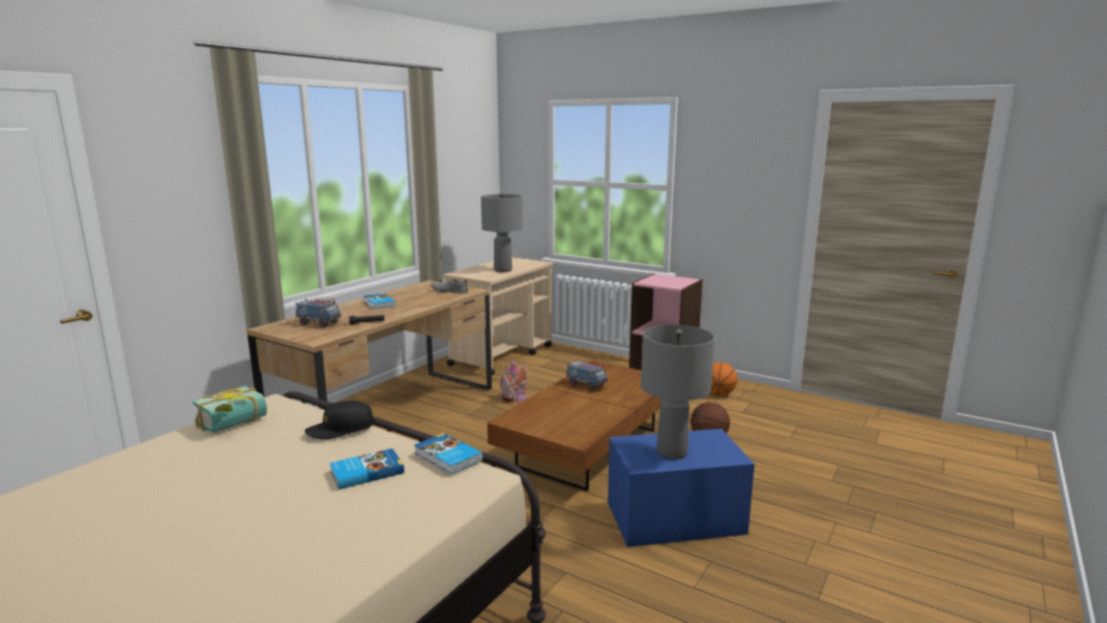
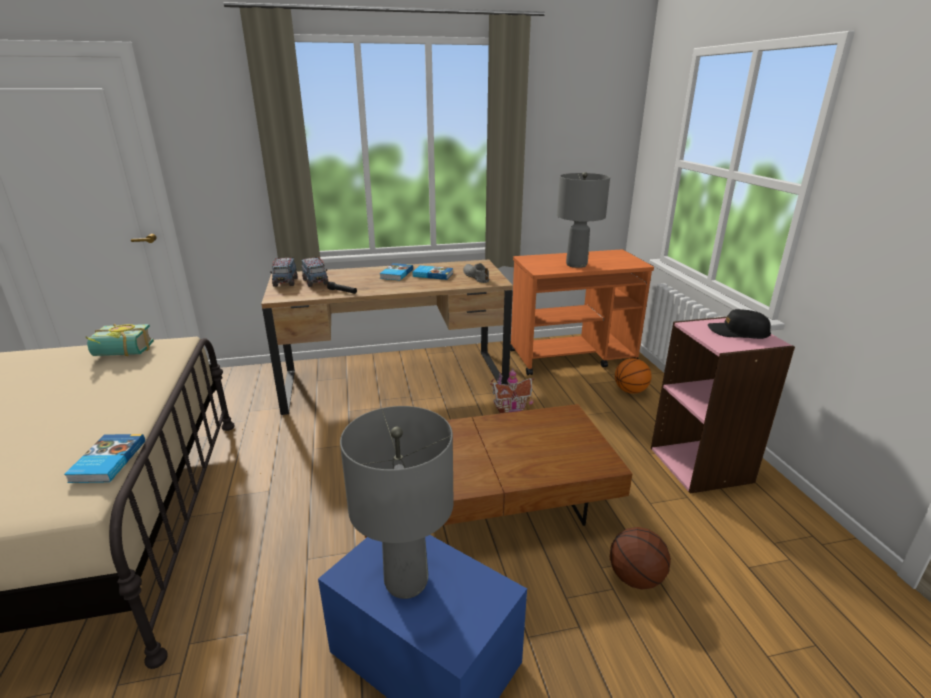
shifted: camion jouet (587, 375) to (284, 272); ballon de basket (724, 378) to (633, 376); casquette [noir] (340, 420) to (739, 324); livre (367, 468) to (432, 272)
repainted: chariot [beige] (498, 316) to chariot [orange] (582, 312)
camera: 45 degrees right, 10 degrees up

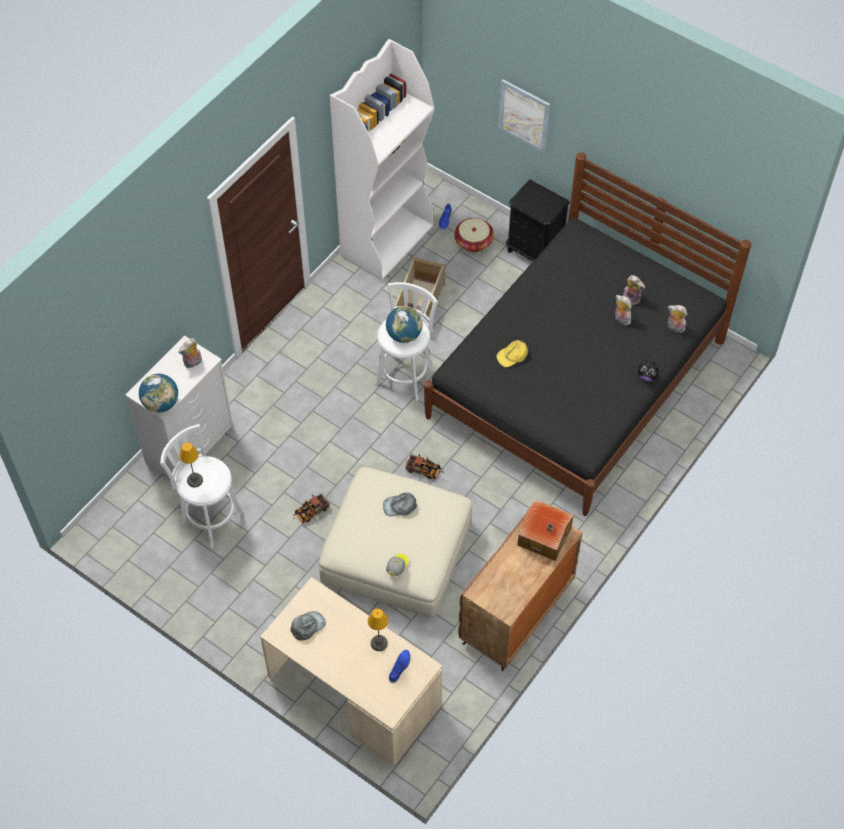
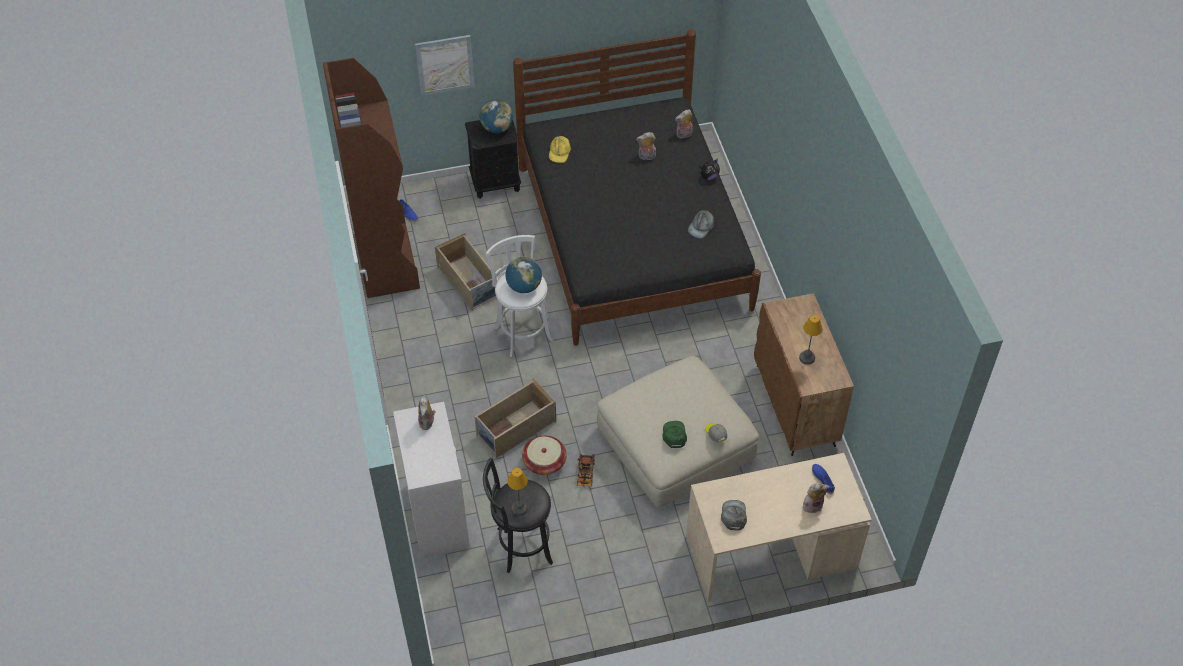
gone: camion jouet (425, 466); maison miniature (546, 530)
new: boîte de rangement [beige] (515, 418); casquette [vert] (675, 434)
shifted: panier (474, 235) to (544, 455); peluche (634, 290) to (816, 498); casquette [jaune] (512, 353) to (560, 149); globe (158, 393) to (496, 116); casquette [gris] (400, 504) to (701, 224); lampe de table (378, 629) to (810, 340)
repainted: bibliothèque [blanc] (382, 159) to bibliothèque [marron] (371, 178); tabouret [blanc] (202, 486) to tabouret [noir] (518, 515)
camera: 50 degrees left, 5 degrees down

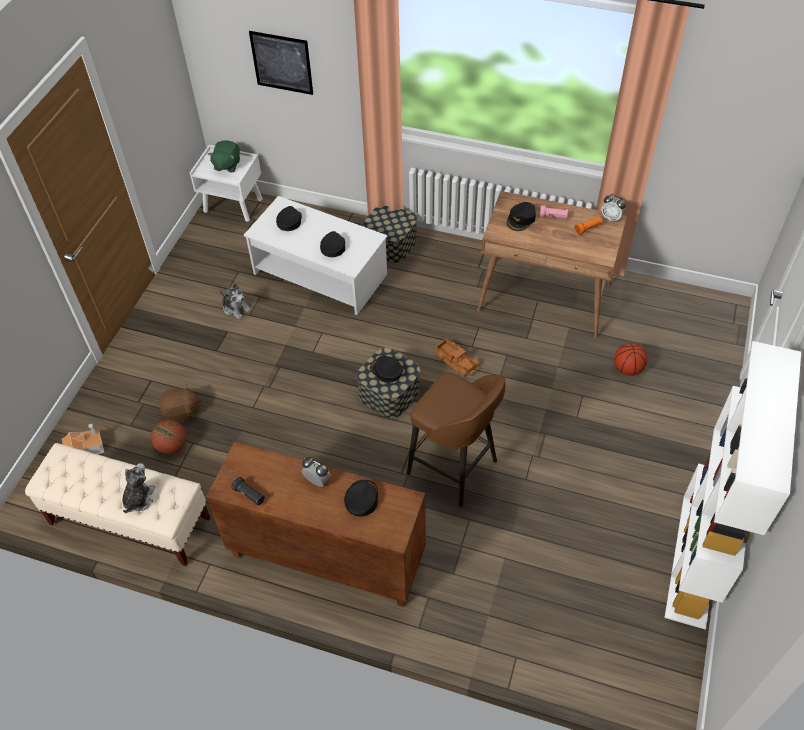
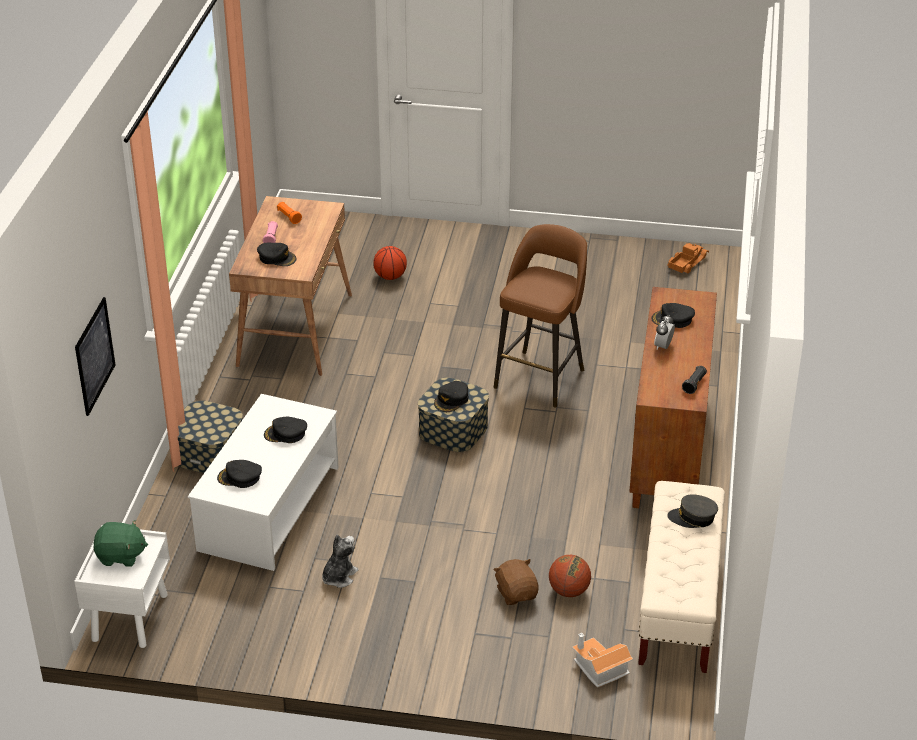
gone: réveil (614, 208); bibliothèque [blanc] (732, 485)
shifted: camion jouet (457, 358) to (688, 258)
swapped: peluche (139, 488) to casquette [gris] (692, 511)
camera: 100 degrees left, 15 degrees down

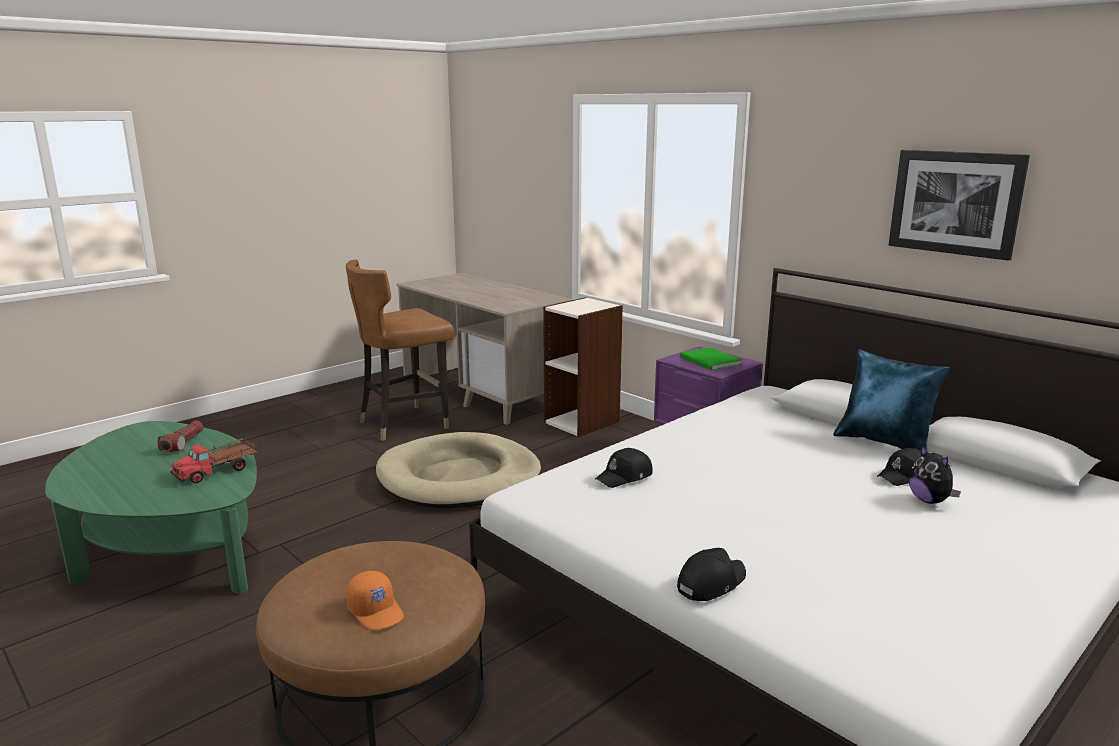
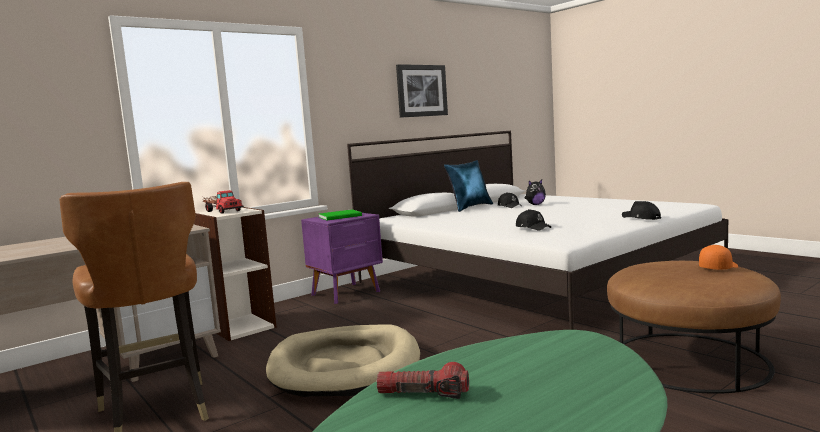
shifted: camion jouet (214, 460) to (223, 202)
camera: 85 degrees left, 10 degrees down

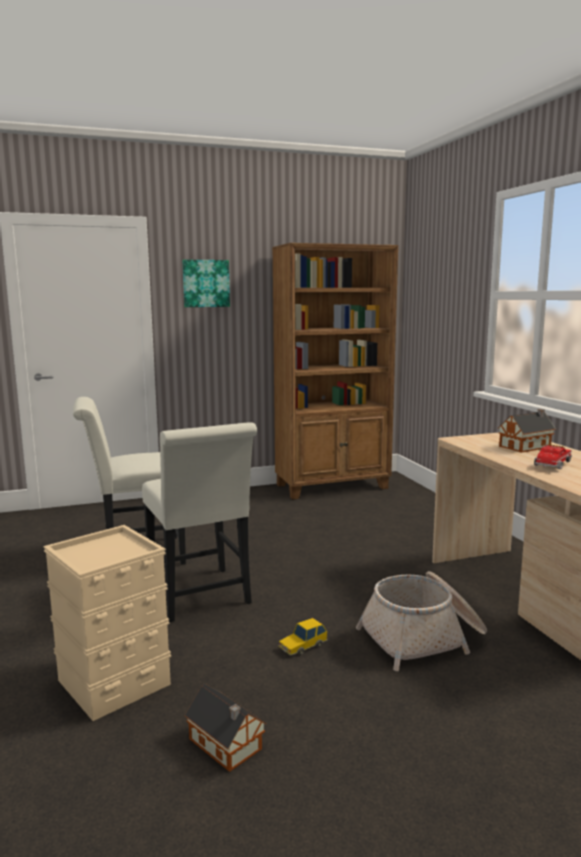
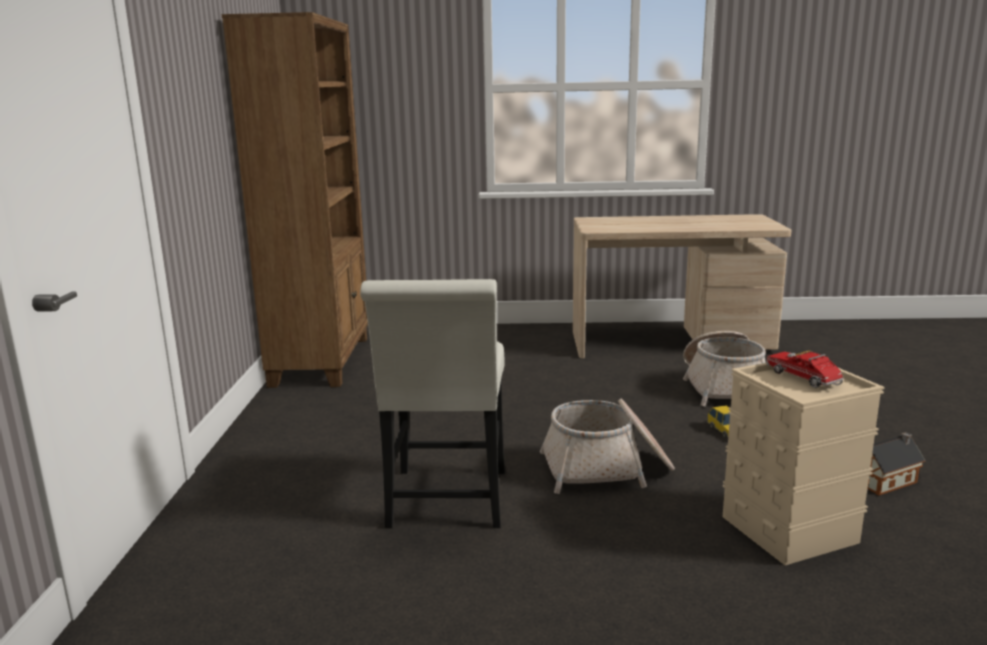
gone: tableau (206, 283); maison miniature (527, 431)
shifted: camion jouet (553, 456) to (805, 369)
swapped: chaise [blanc] (199, 522) to panier (607, 446)
camera: 70 degrees left, 5 degrees up

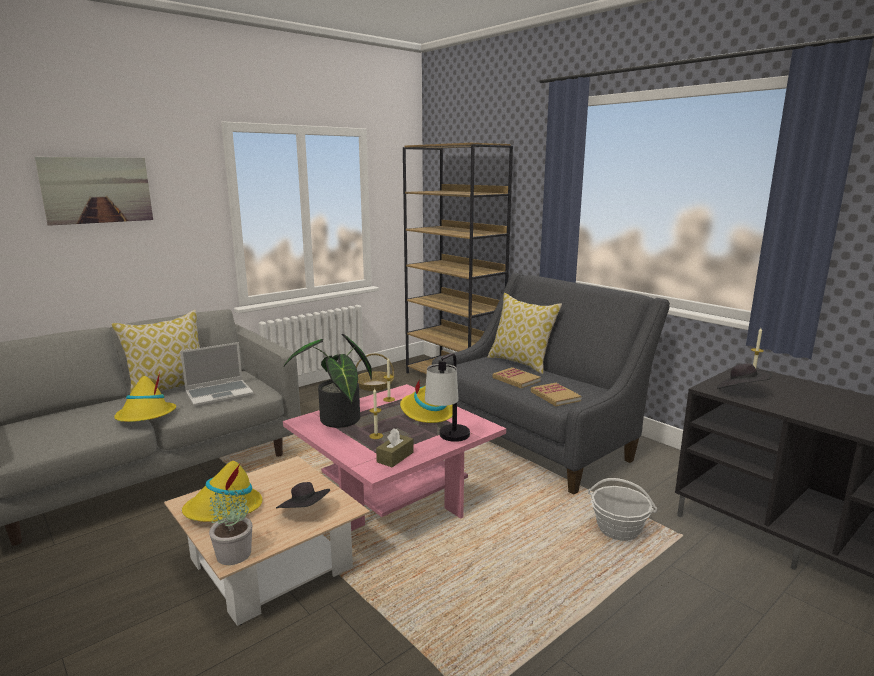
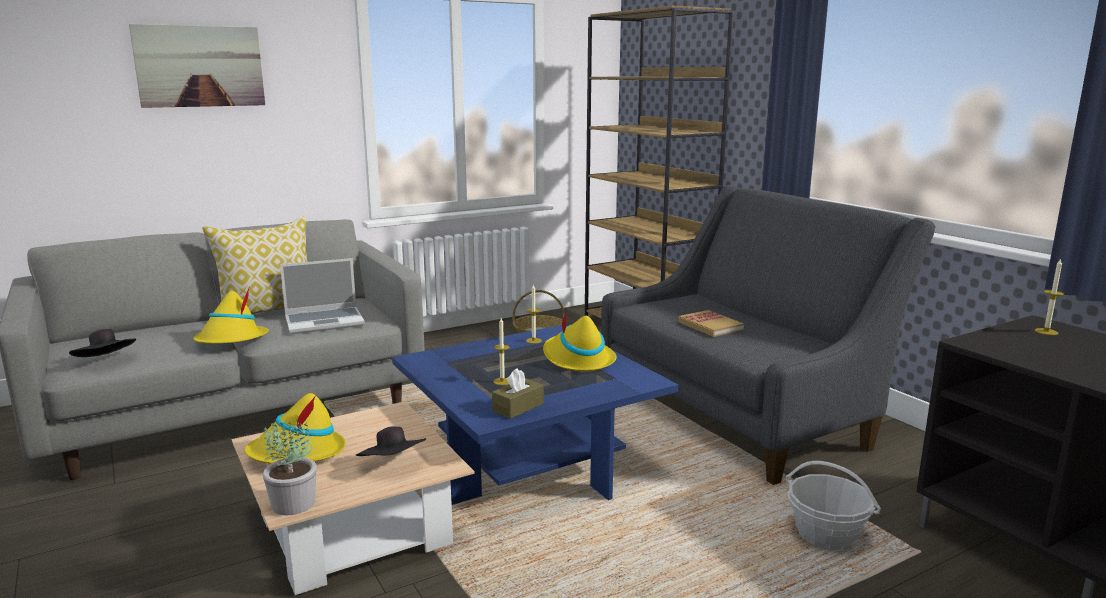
gone: coussin (525, 333); plante en pot (327, 381); lampe de table (447, 397); livre (556, 394)
shifted: chapeau [noir] (744, 376) to (102, 343)
repainted: table basse [rose] (394, 457) to table basse [bleu] (535, 415)
camera: 10 degrees right, 0 degrees up

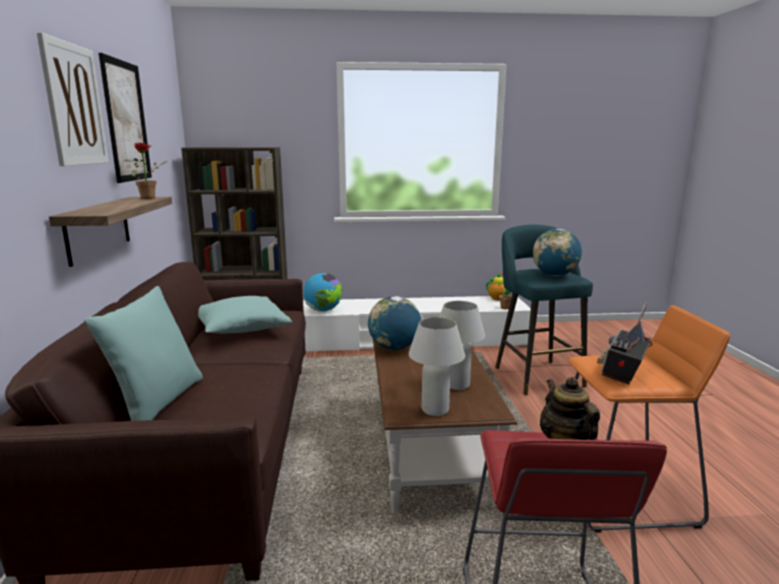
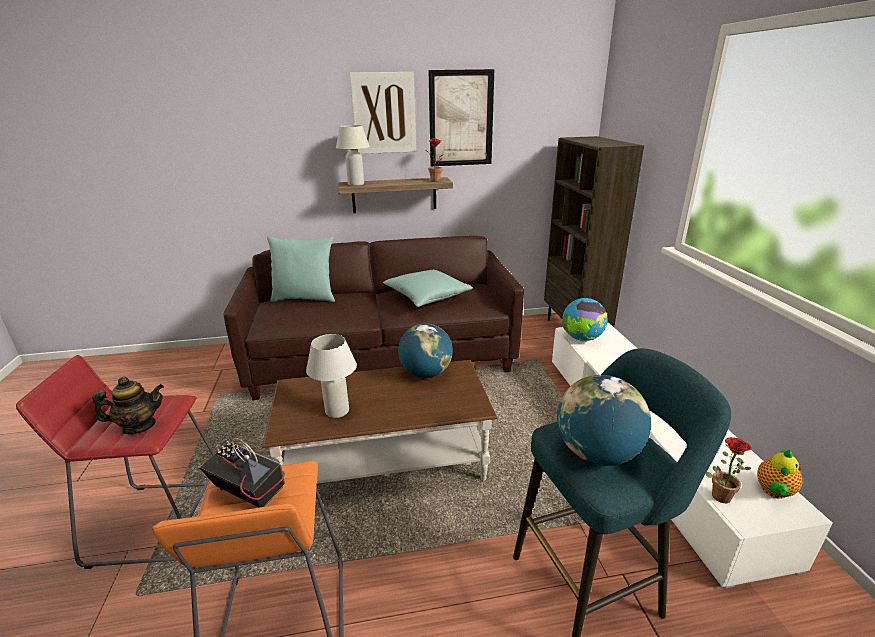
shifted: lampe de table [blanc] (437, 366) to (353, 155)
camera: 85 degrees right, 10 degrees up

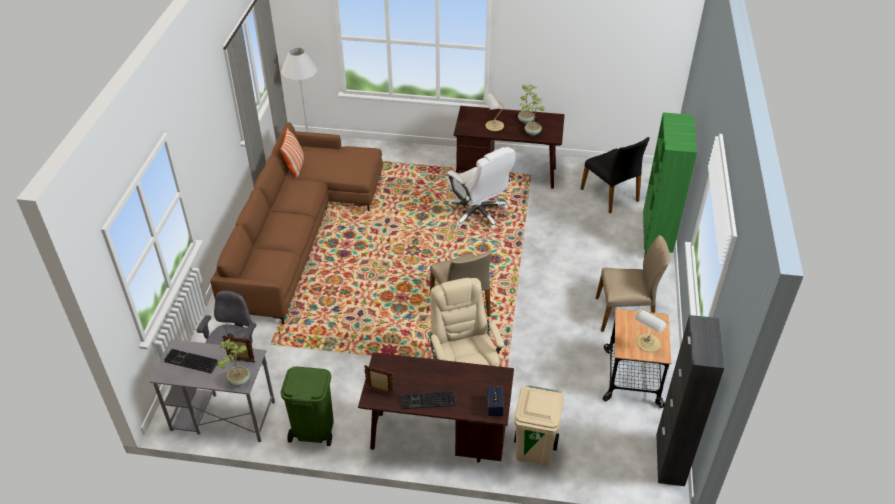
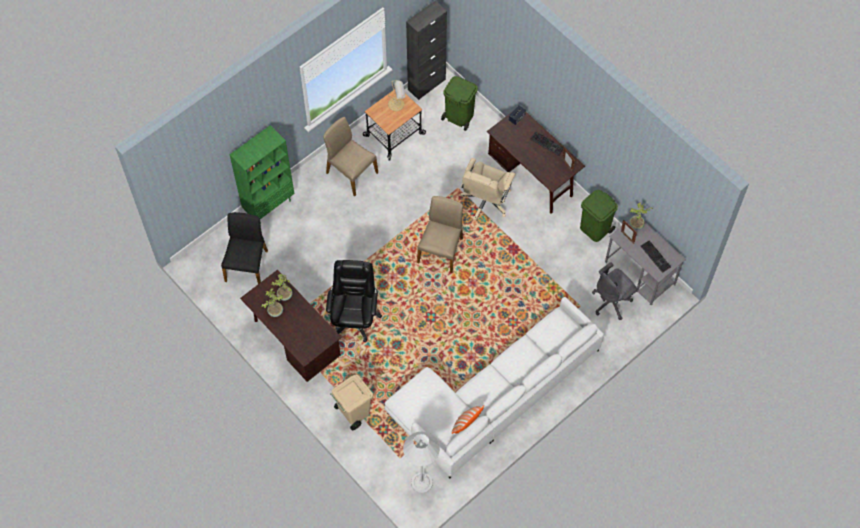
gone: lampe de table (493, 112)
new: poubelle [vert] (459, 103)
shifted: poubelle [beige] (539, 425) to (351, 403)
repainted: canapé [marron] (297, 223) to canapé [blanc] (494, 388); chaise de bureau [blanc] (481, 188) to chaise de bureau [noir] (354, 301)
camera: 140 degrees left, 20 degrees up

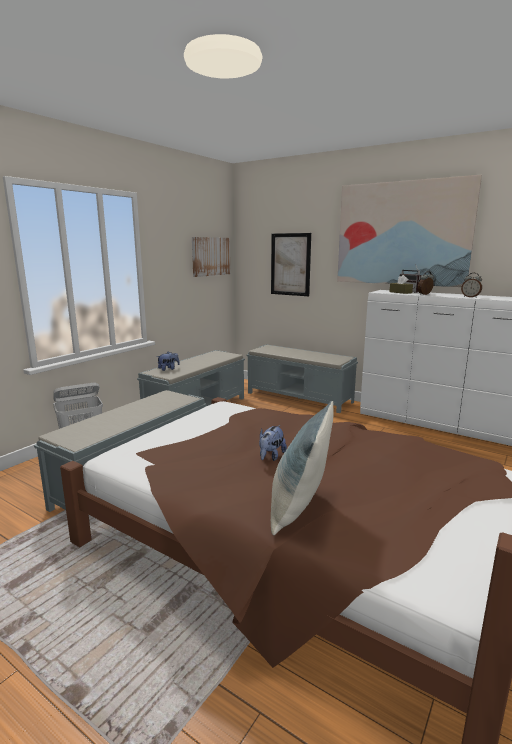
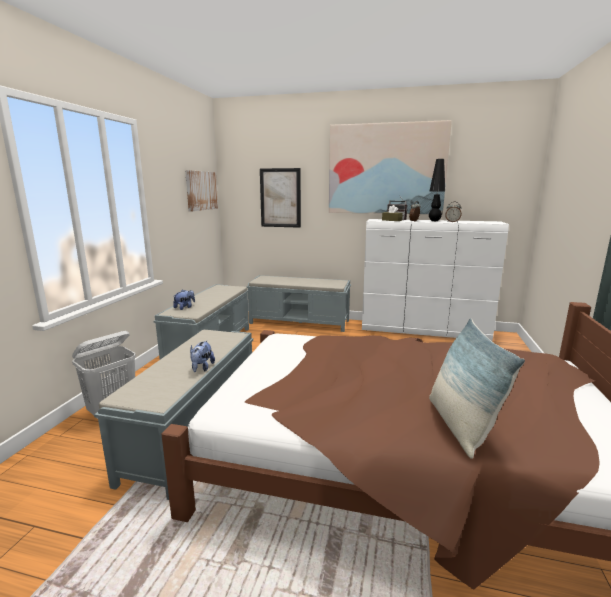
new: lampe de table [noir] (437, 190)
shifted: peluche (273, 443) to (202, 356)
camera: 20 degrees left, 0 degrees up

